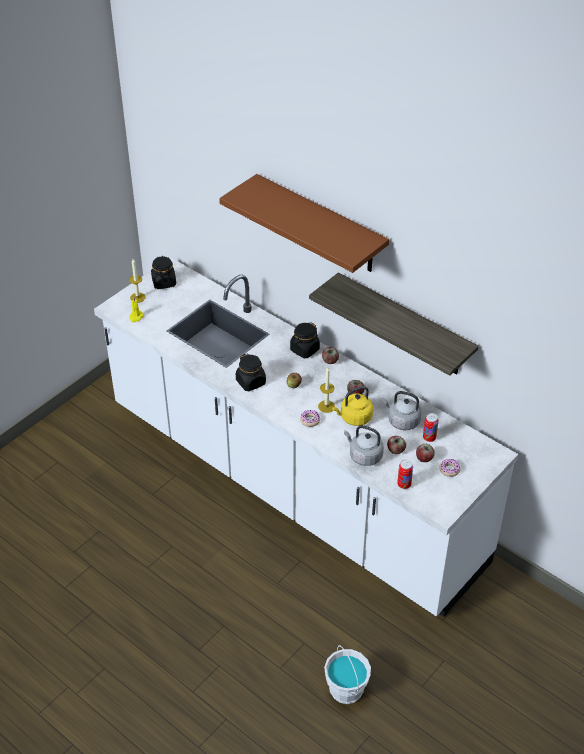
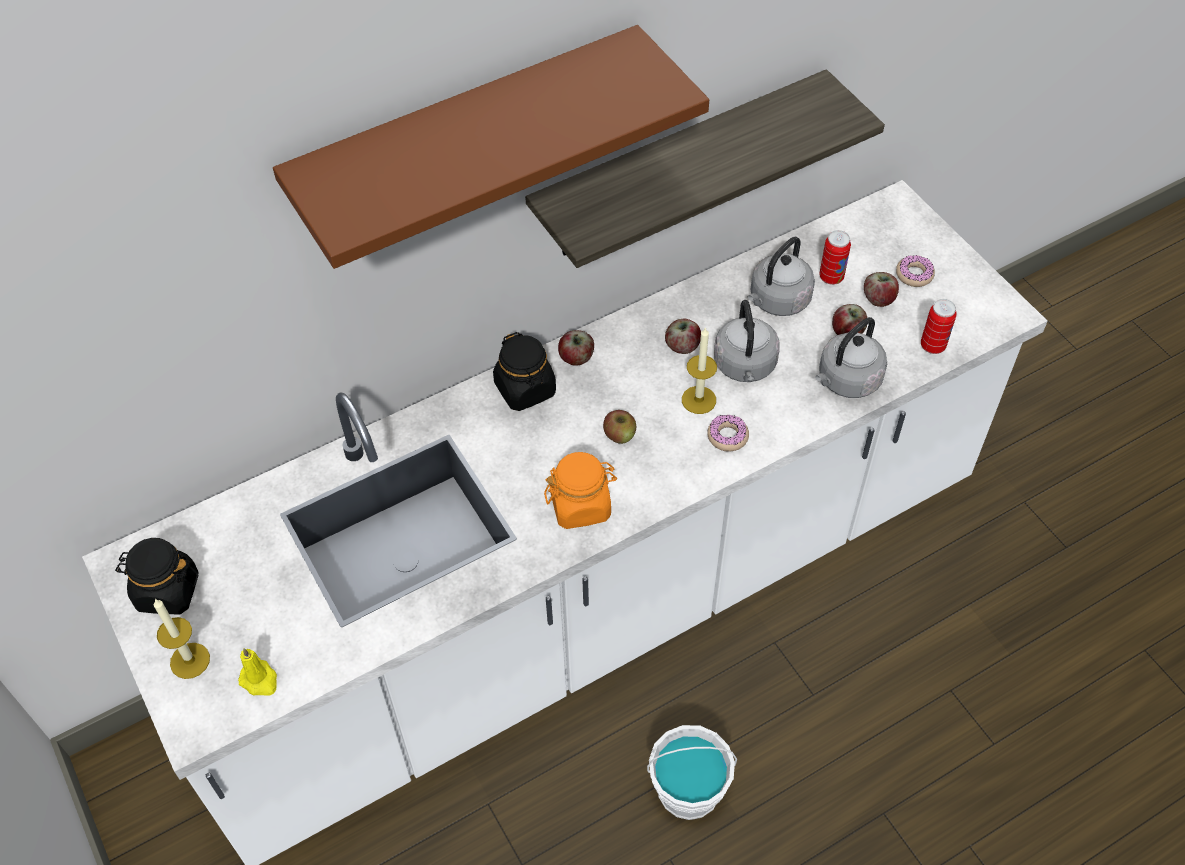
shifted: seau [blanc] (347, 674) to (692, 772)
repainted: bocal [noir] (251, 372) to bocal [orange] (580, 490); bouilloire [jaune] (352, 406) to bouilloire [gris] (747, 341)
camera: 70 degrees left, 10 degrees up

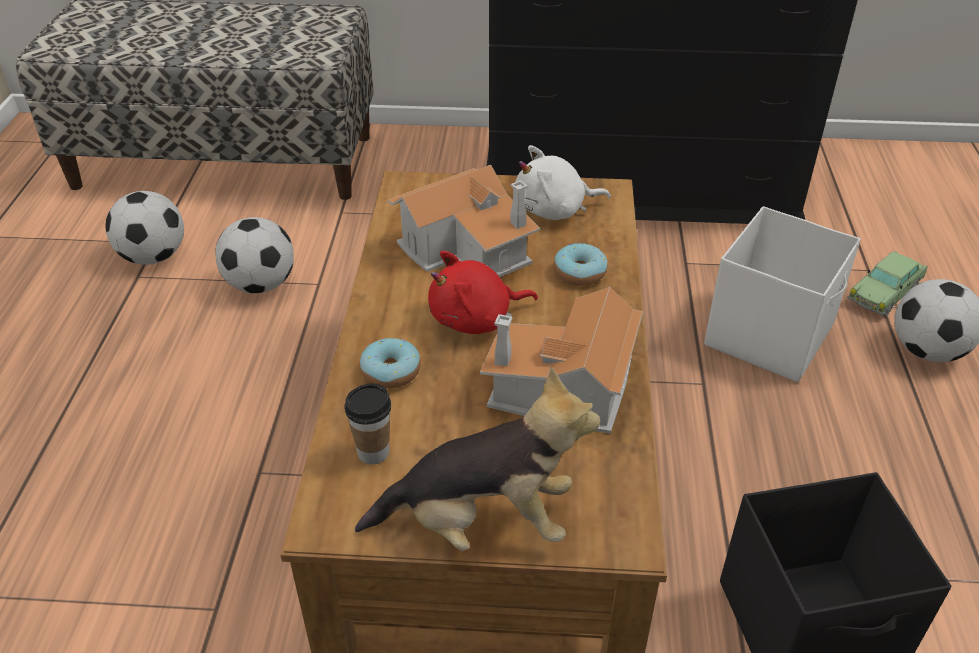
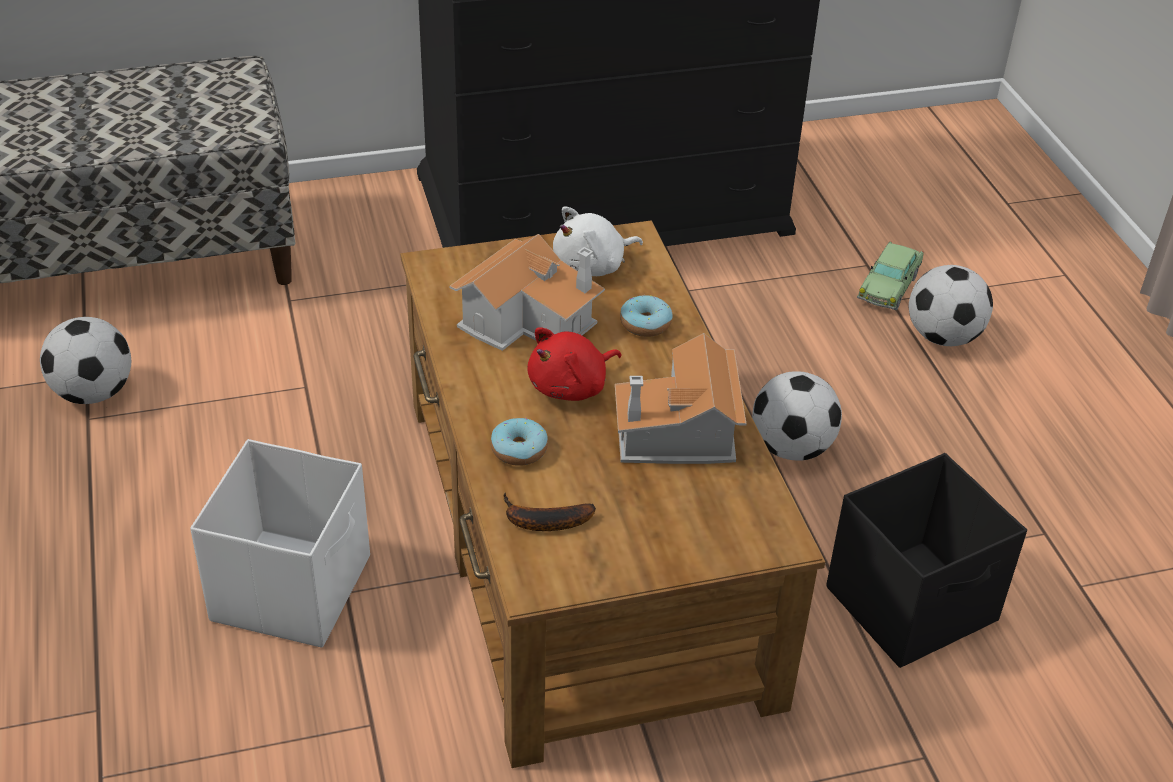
gone: peluche (478, 458)
shifted: boîte de rangement [blanc] (782, 294) to (280, 543); ballon de foot (254, 255) to (797, 416)
swapped: tasse (367, 423) to banane (550, 511)
camera: 20 degrees left, 0 degrees up

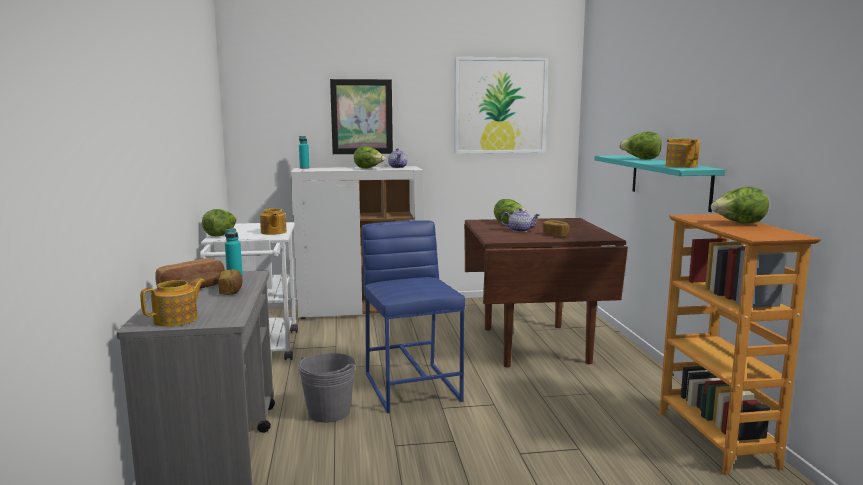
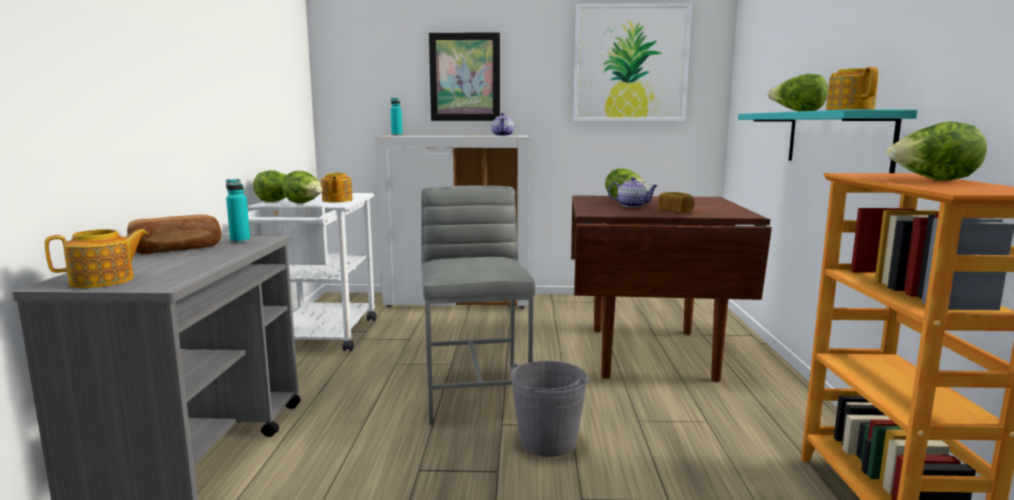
gone: pain (230, 282)
shifted: laitue (369, 157) to (302, 187); seau [gris] (327, 388) to (549, 409)
repainted: tabouret [bleu] (413, 316) to tabouret [gris] (478, 305)
camera: 10 degrees right, 0 degrees up

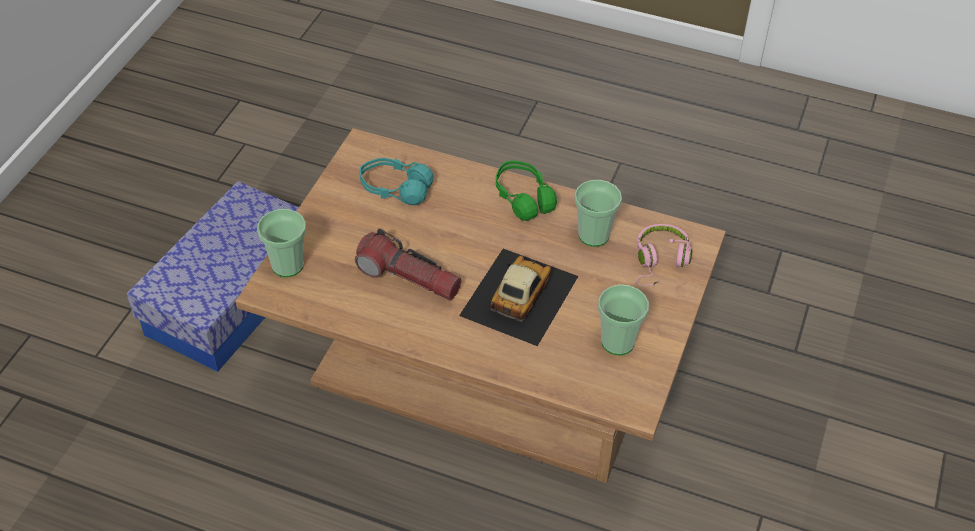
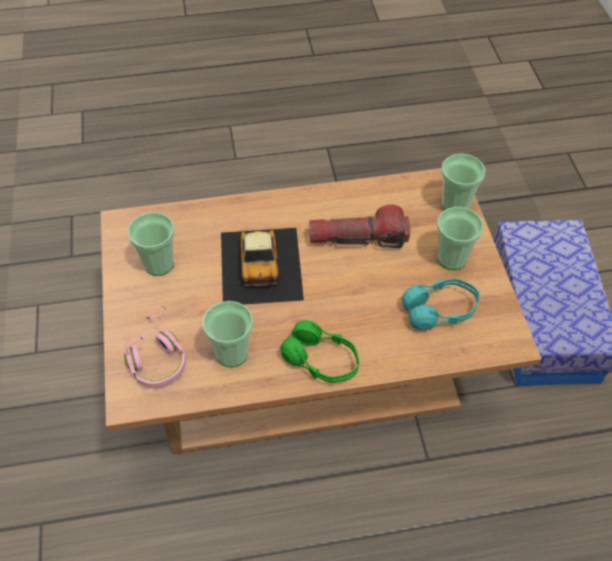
new: tasse (460, 238)
camera: 150 degrees right, 5 degrees up

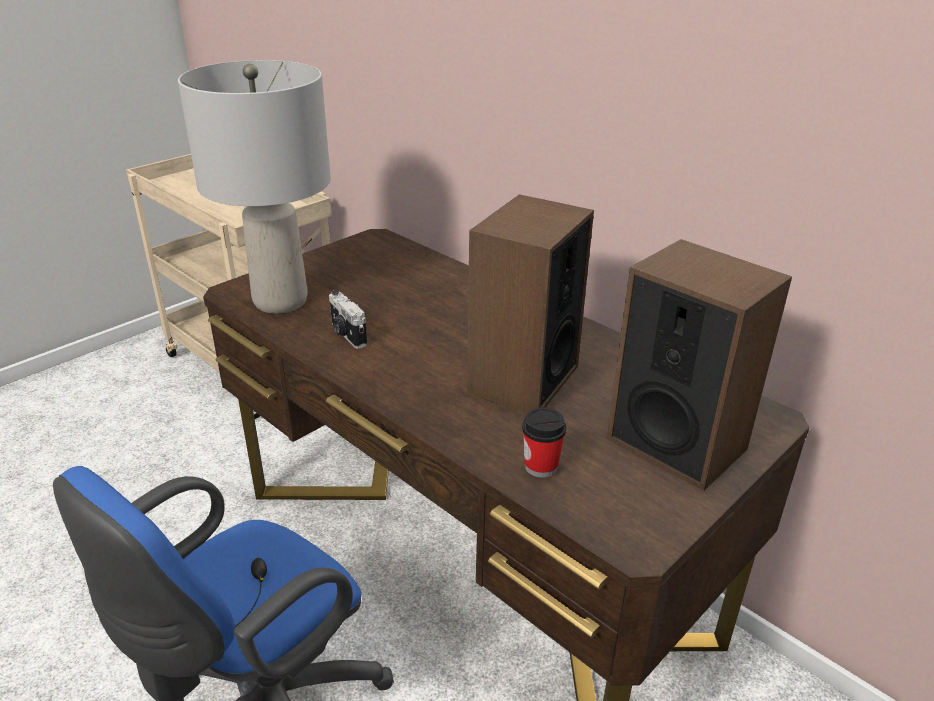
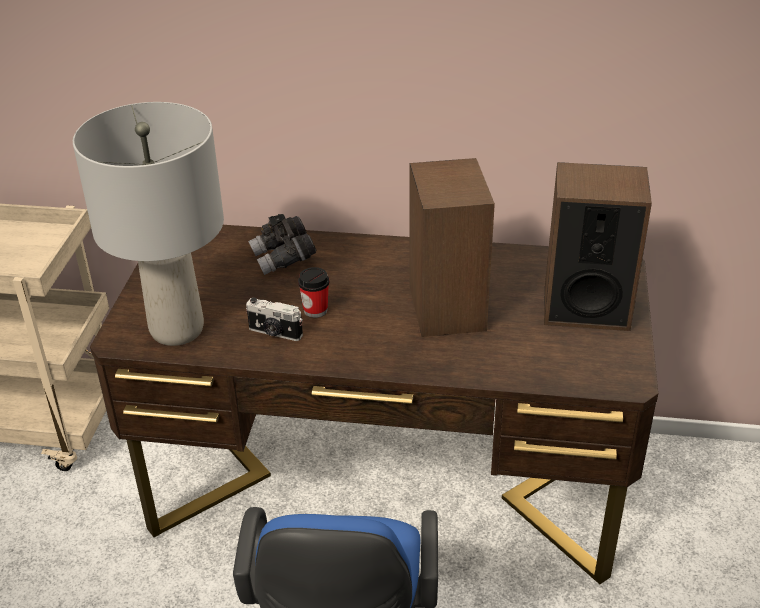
new: jumelles [gris] (282, 244)
shifted: tasse (544, 443) to (313, 292)
camera: 35 degrees left, 5 degrees up

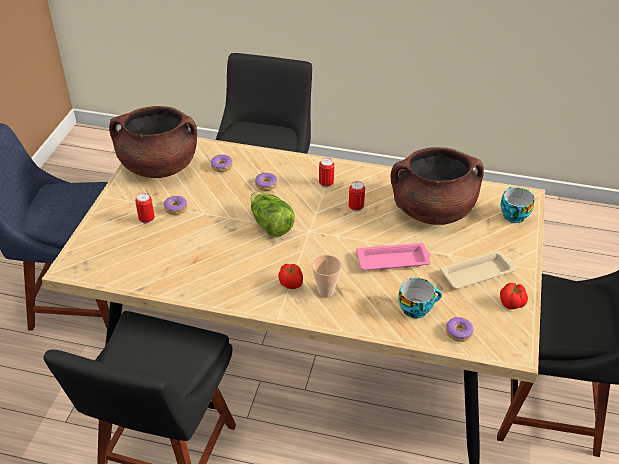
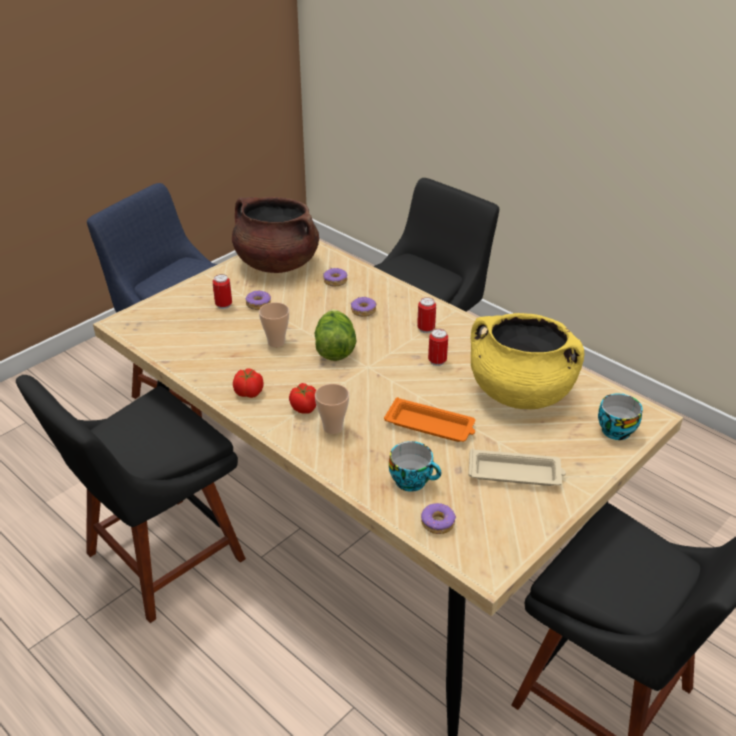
new: tasse (274, 324)
shifted: tomate (514, 296) to (248, 383)
repainted: marmite [marron] (437, 186) to marmite [jaune] (528, 361); plateau [rose] (393, 256) to plateau [orange] (429, 419)
camera: 30 degrees right, 5 degrees down

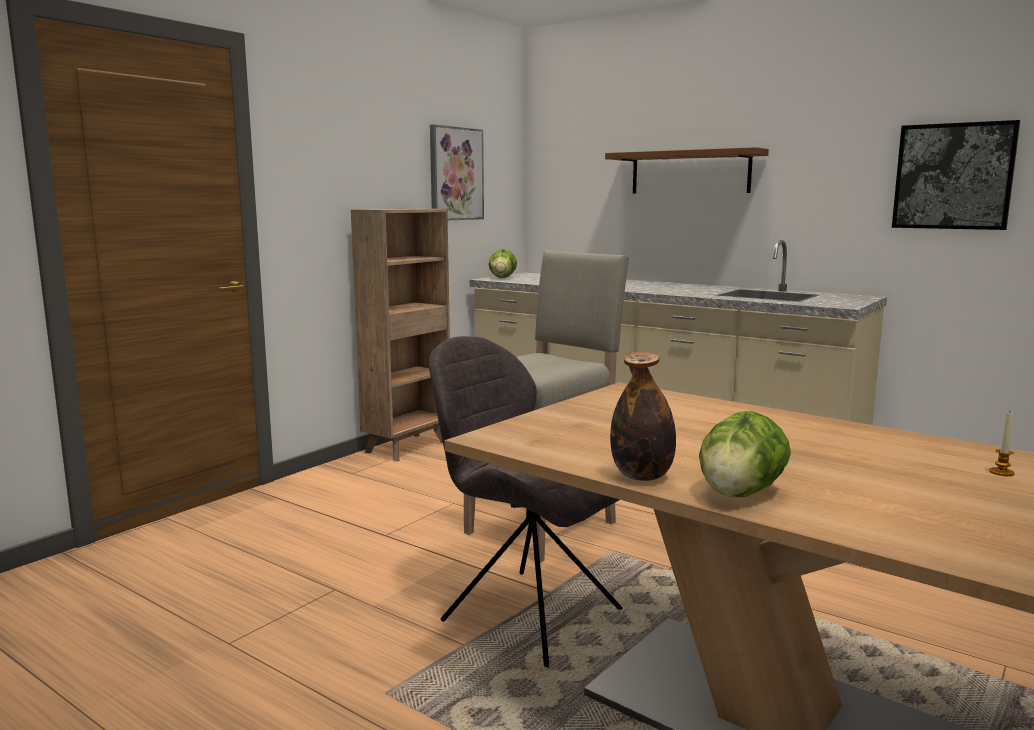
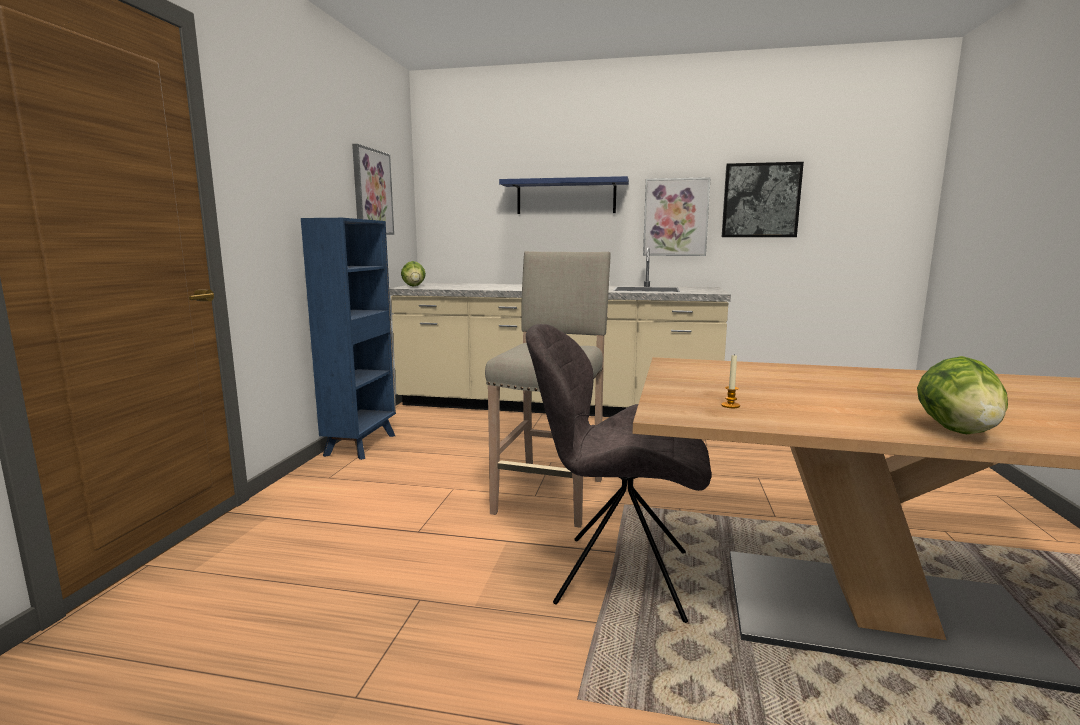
gone: bouteille (643, 416)
new: tableau (677, 216)
shifted: bougie (1002, 444) to (730, 380)
repainted: étagère [marron] (687, 170) to étagère [bleu] (564, 195); bibliothèque [marron] (400, 335) to bibliothèque [bleu] (348, 339)
camera: 25 degrees left, 0 degrees up

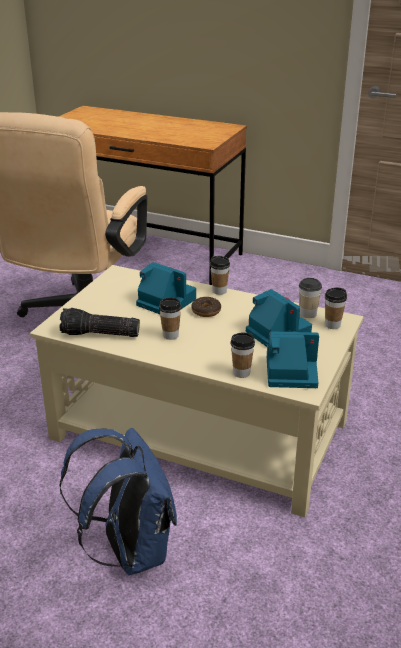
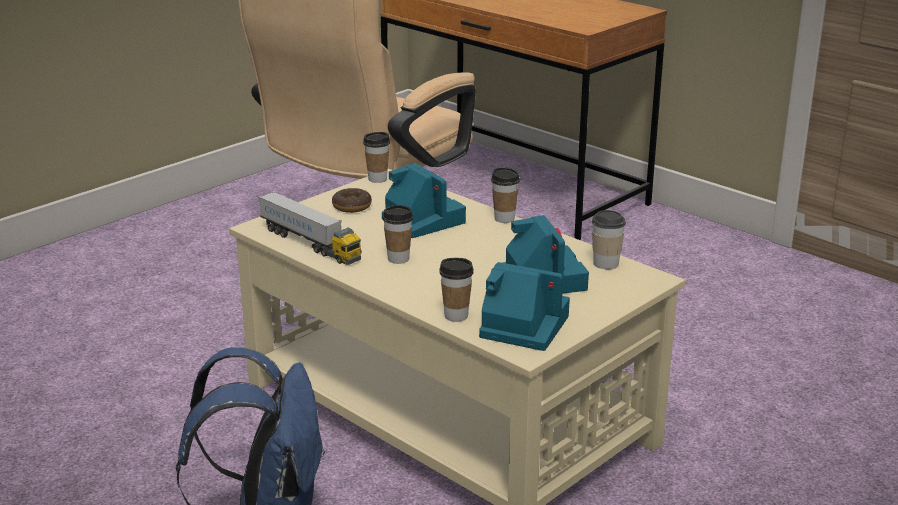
shifted: tasse (336, 308) to (376, 157); beignet (206, 307) to (352, 200)
swapped: lampe de poche (99, 322) to camion jouet (310, 228)
camera: 20 degrees right, 5 degrees down

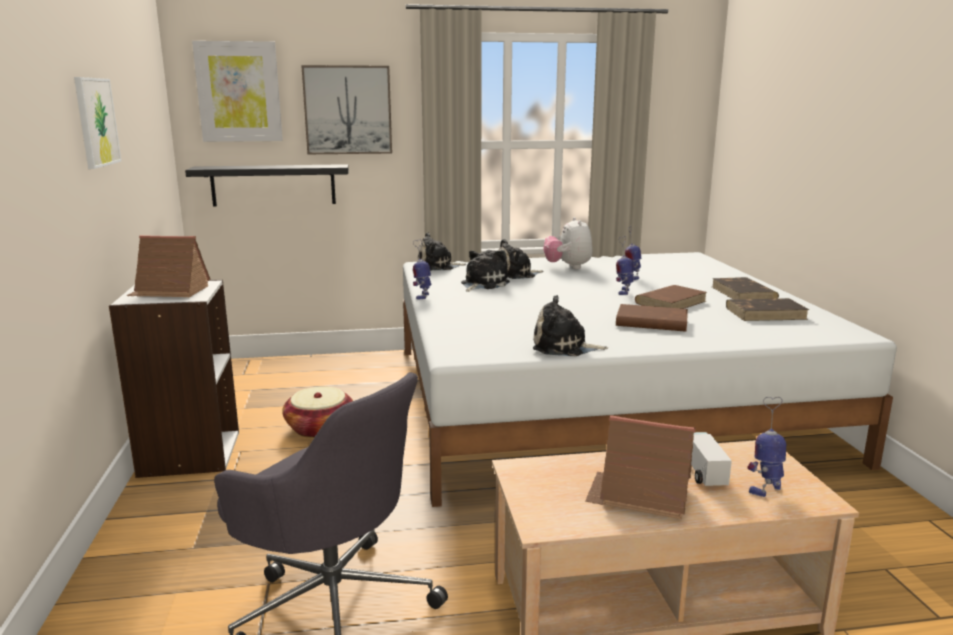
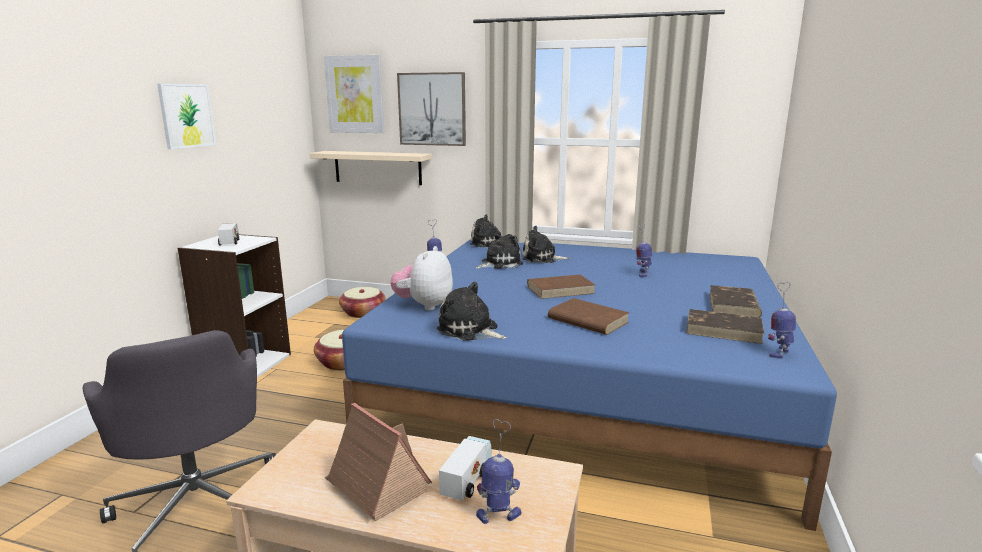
new: panier (362, 302)
shifted: peluche (568, 243) to (421, 278); robot jouet (625, 265) to (782, 320); livre [marron] (671, 297) to (561, 287)
swapped: maison miniature (168, 266) to camion jouet (228, 234)
repainted: étagère [noir] (267, 185) to étagère [beige] (370, 168); lit [blanc] (650, 379) to lit [bleu] (589, 385)
camera: 25 degrees right, 0 degrees up

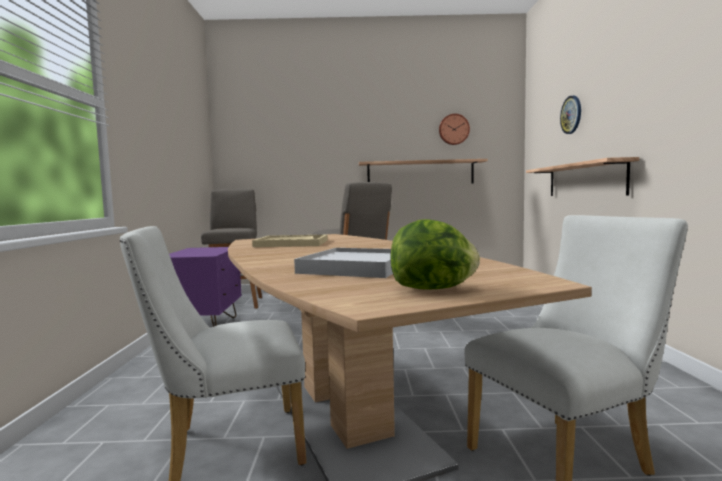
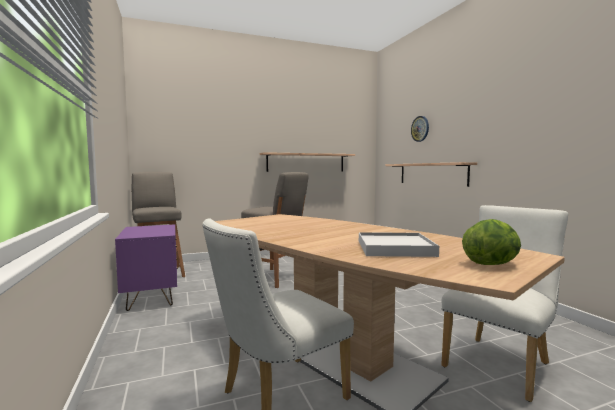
gone: horloge murale (454, 129); plateau [beige] (290, 241)
camera: 20 degrees left, 0 degrees up

